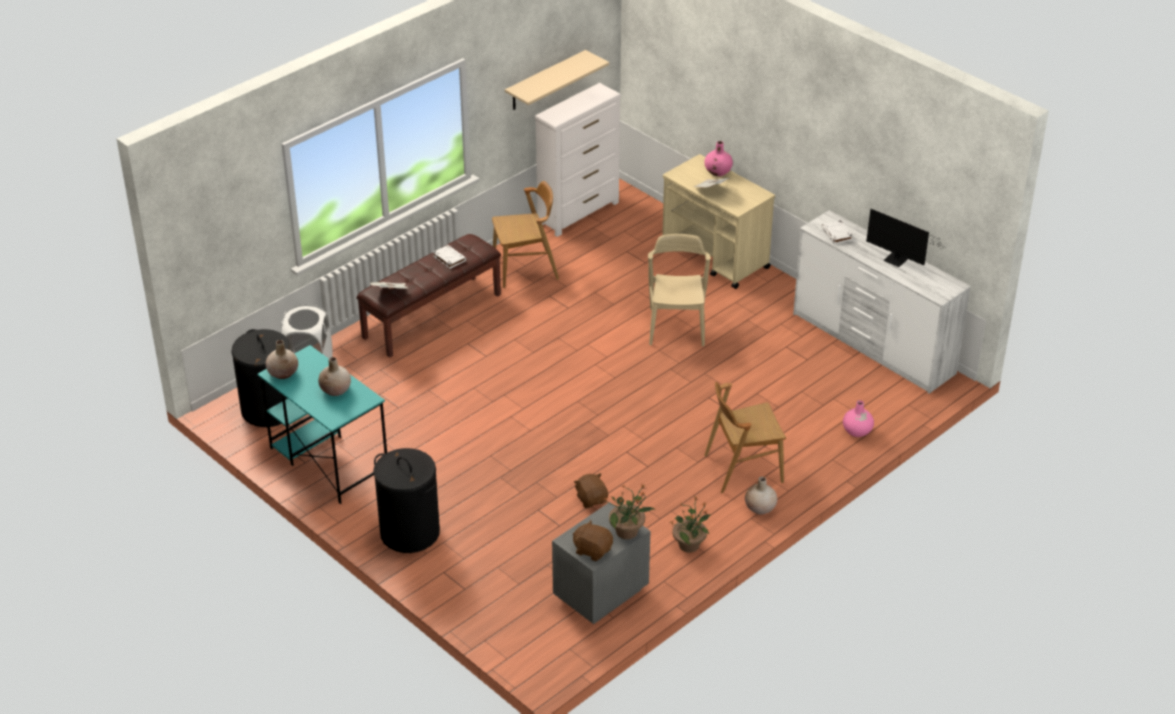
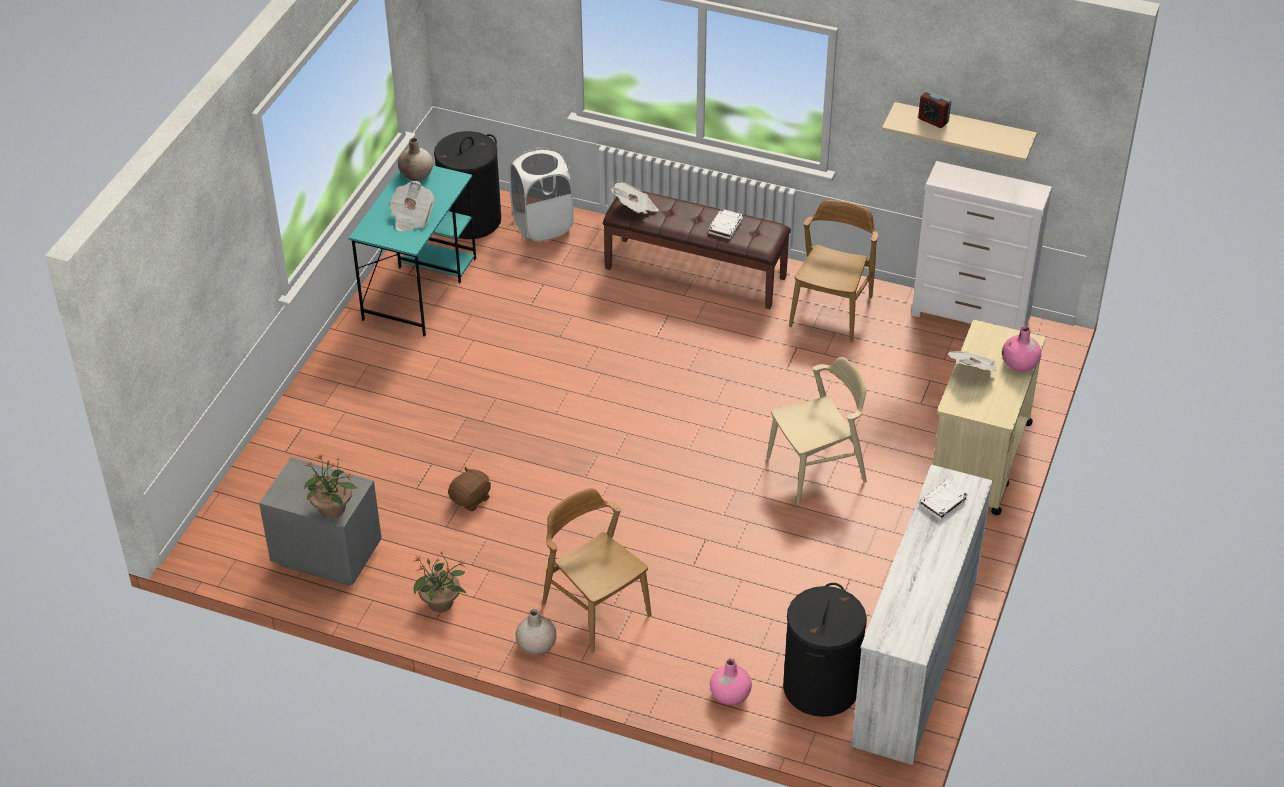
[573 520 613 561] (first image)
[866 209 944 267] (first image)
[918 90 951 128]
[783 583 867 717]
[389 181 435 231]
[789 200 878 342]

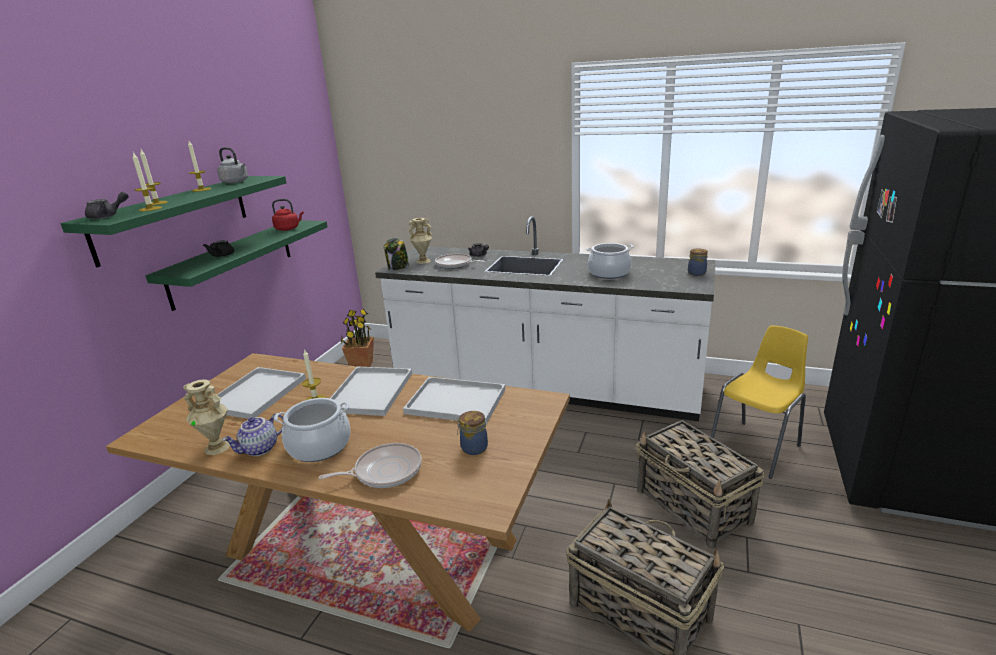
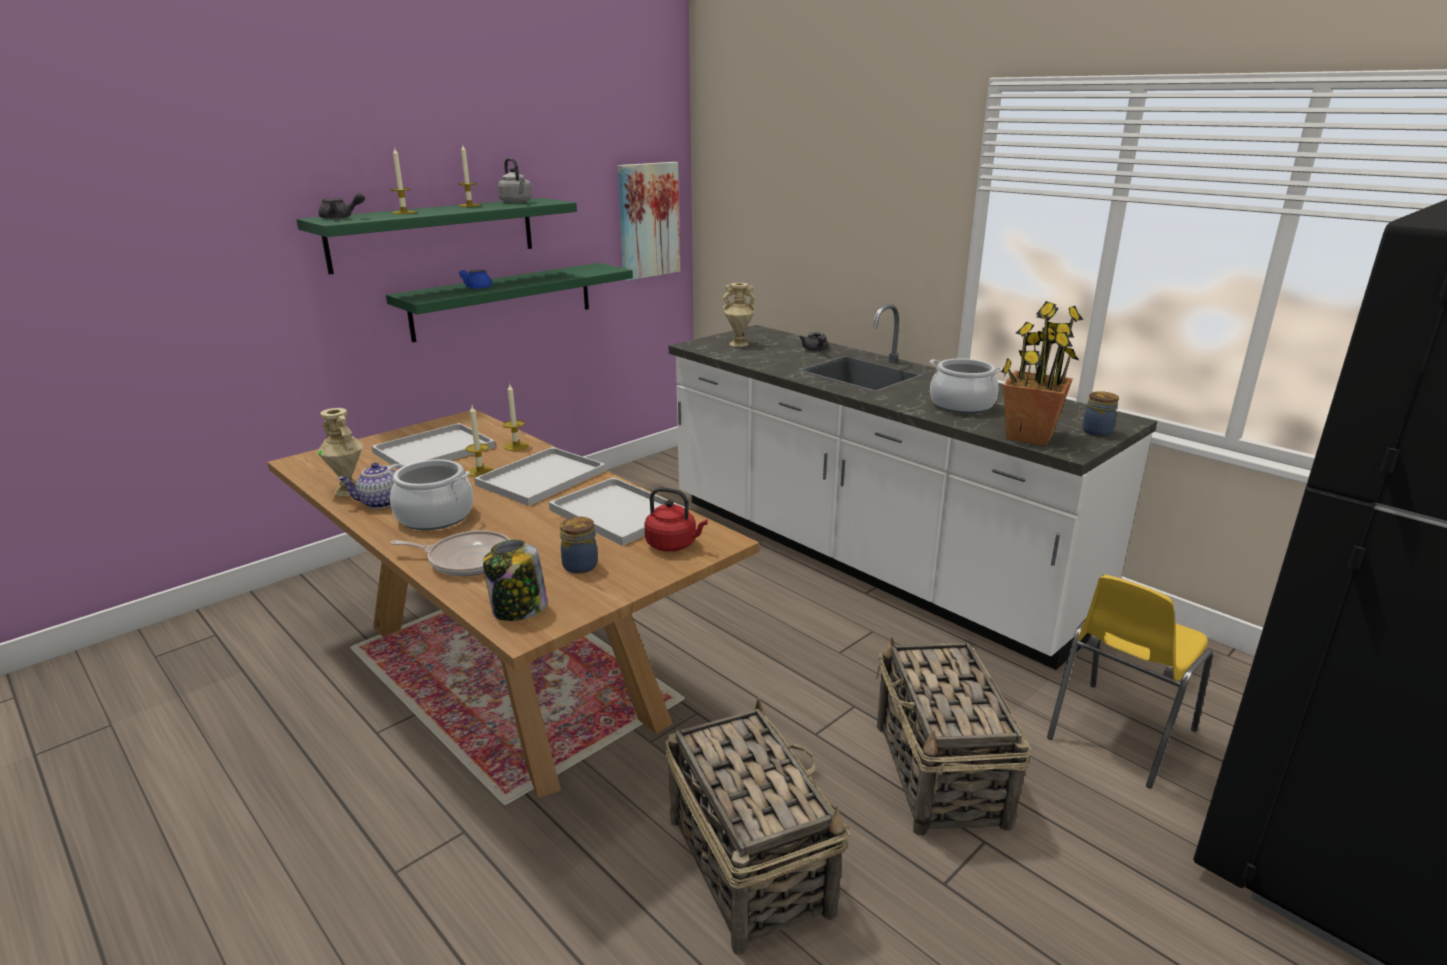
[435 254 486 269] (first image)
[618 162 680 281]
[503 383 529 451]
[644 488 708 552]
[1001 301 1084 446]
[483 540 547 621]
[459 270 492 289]
[1047 575 1213 789]

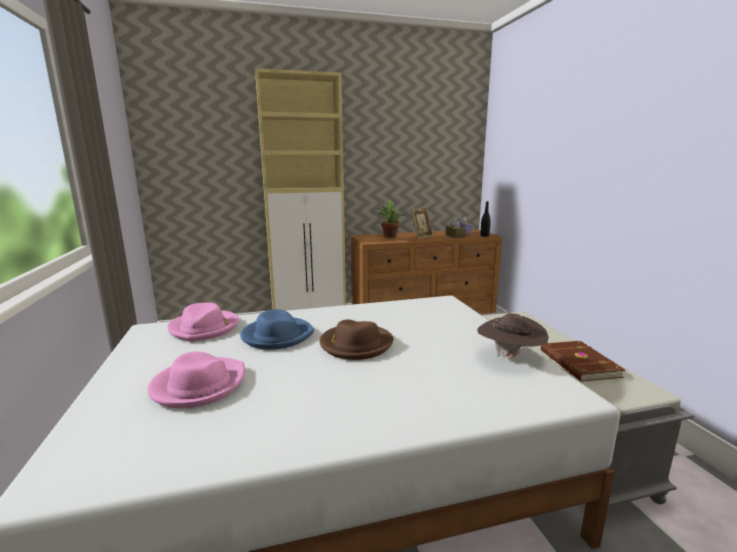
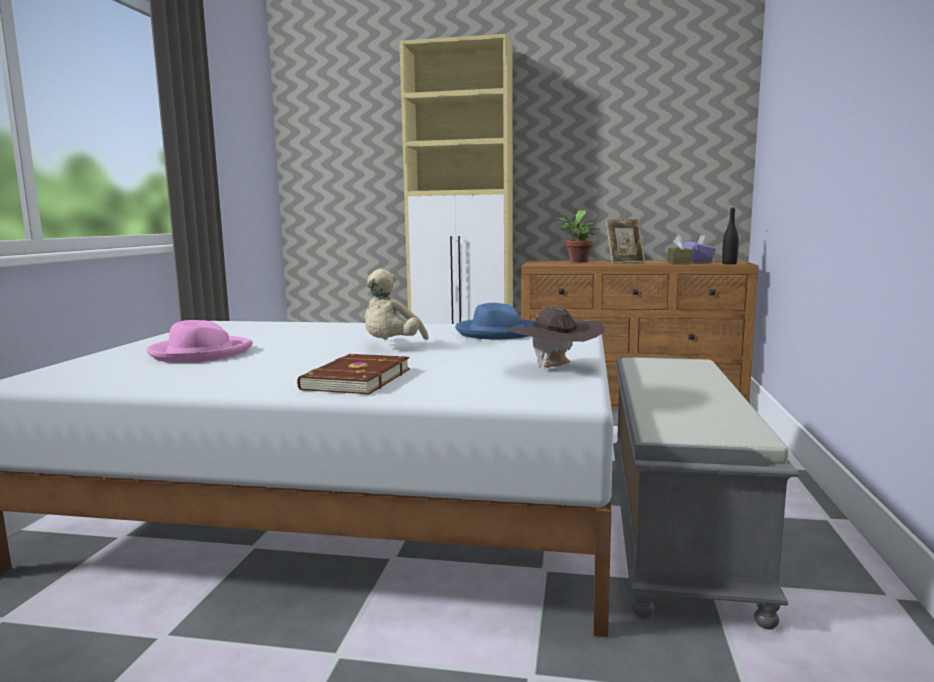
[167 303 239 342] (first image)
[455 303 533 339]
[297 354 410 394]
[365 269 429 340]

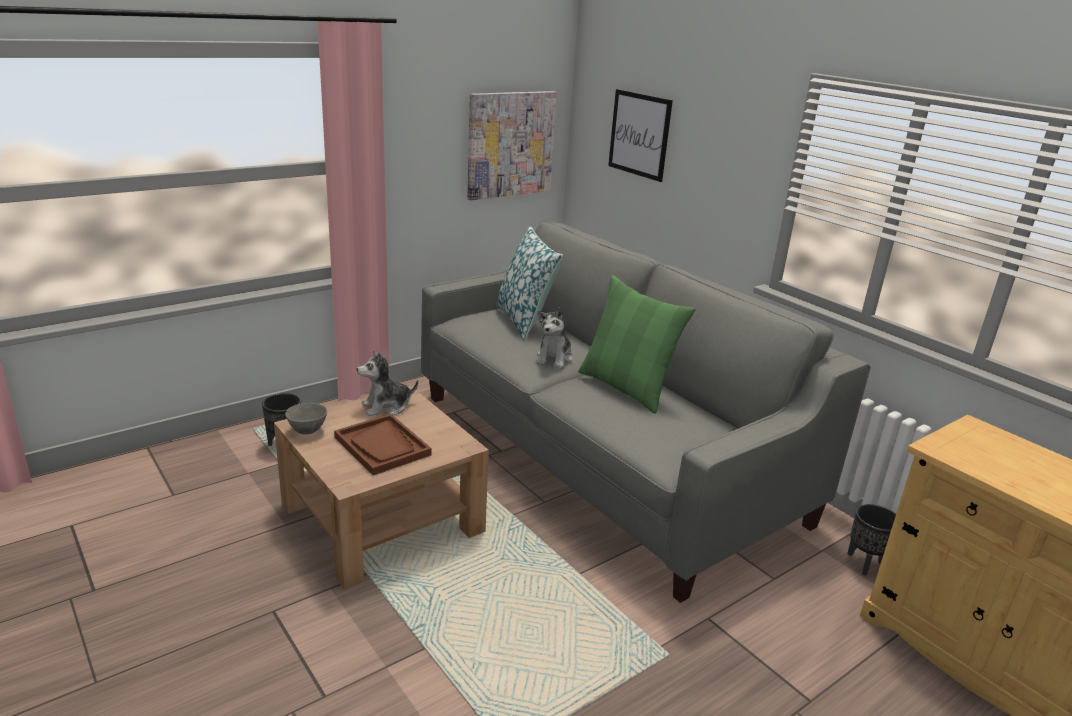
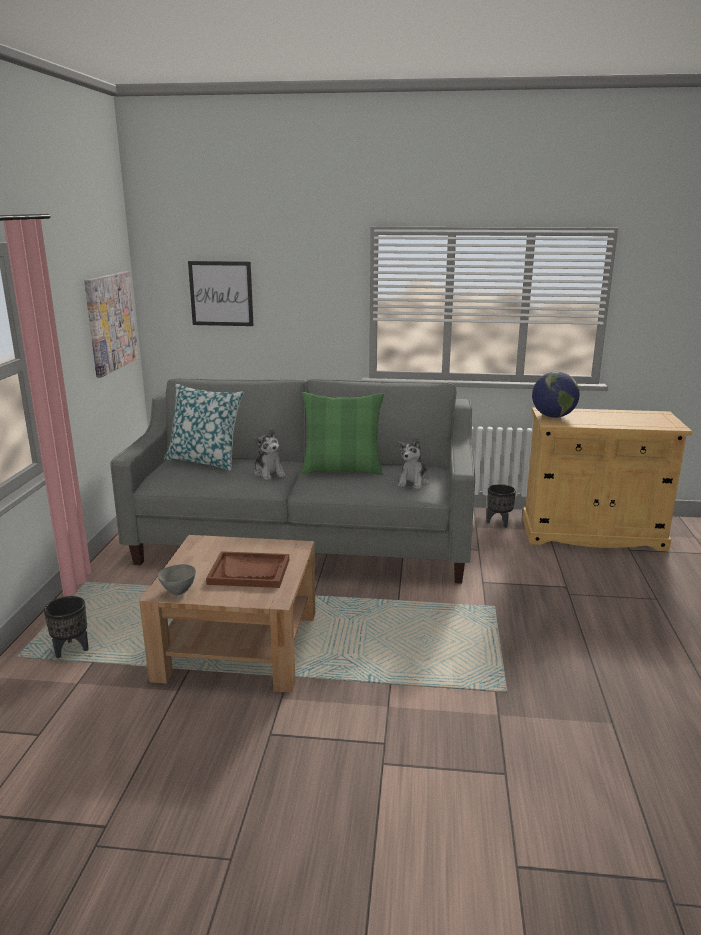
[532 371 580 418]
[398 437 429 489]

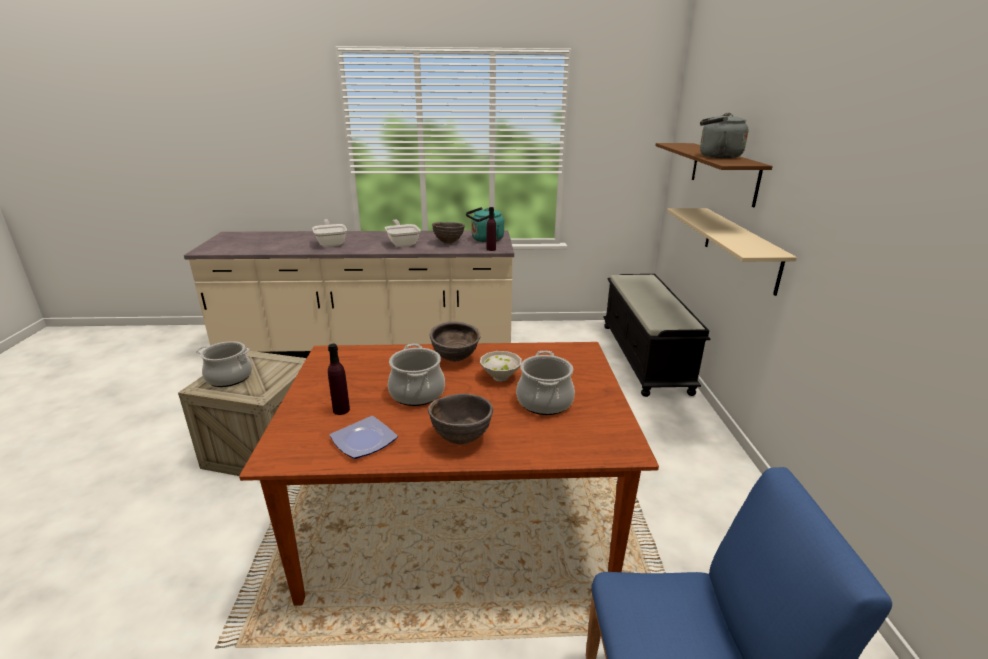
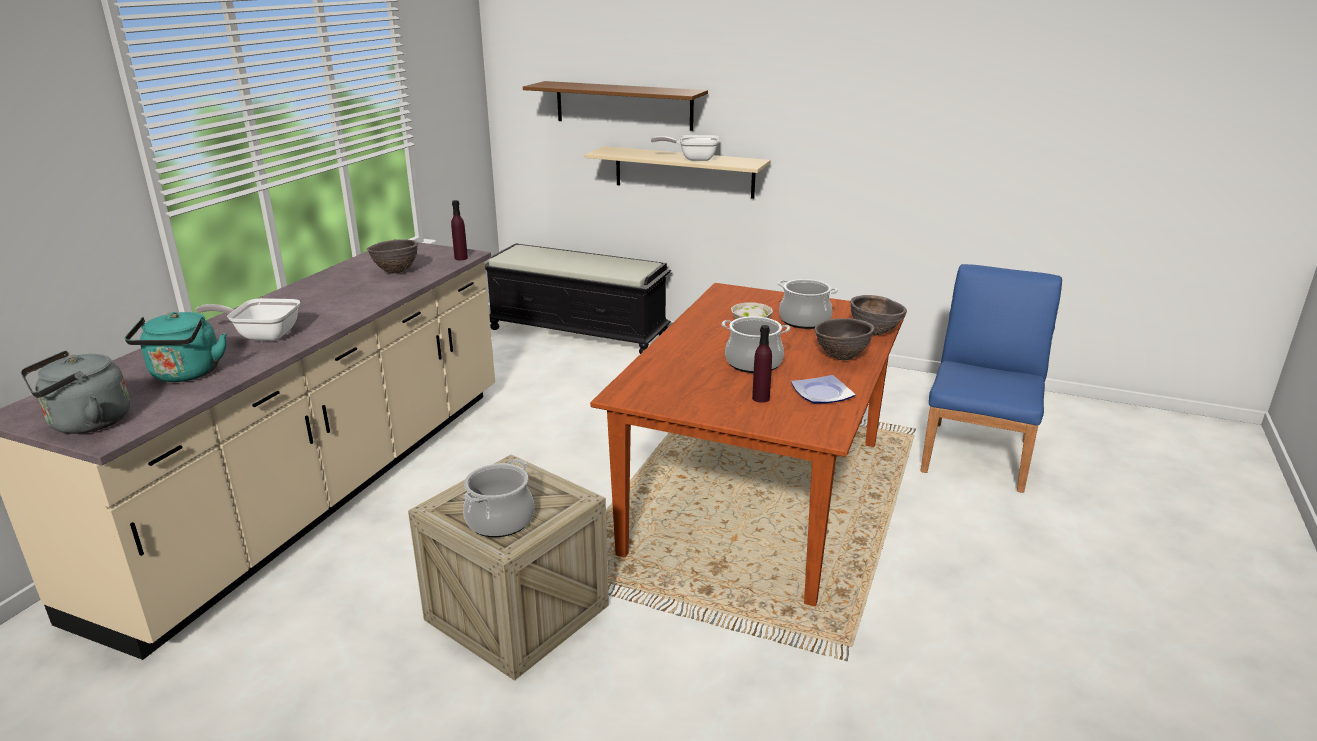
[651 135 719 161]
[850 295 906 335]
[125 312 227 382]
[21 351 130 434]

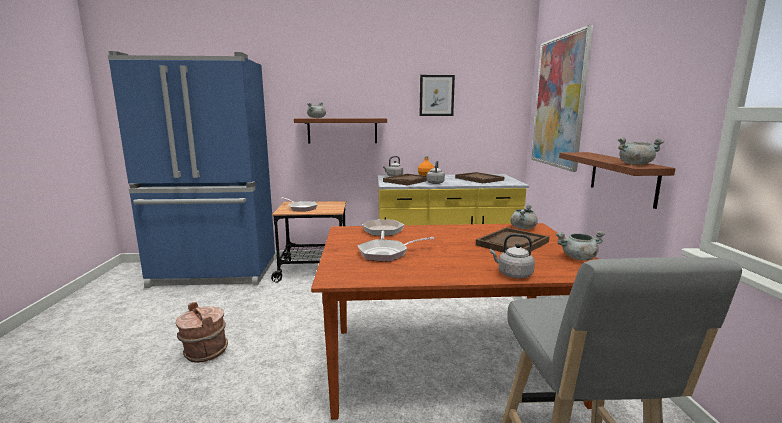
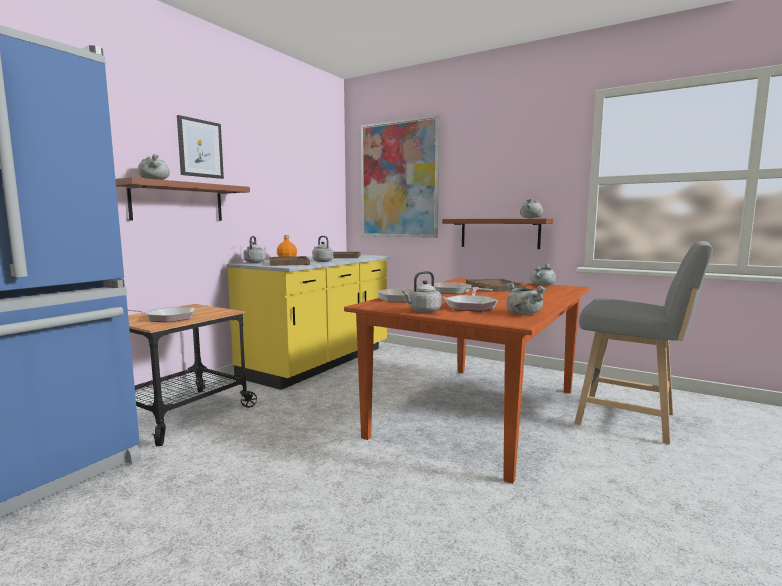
[176 302 228 363] (first image)
[429 282 492 294]
[177 115 224 179]
[402 271 441 313]
[506 282 546 315]

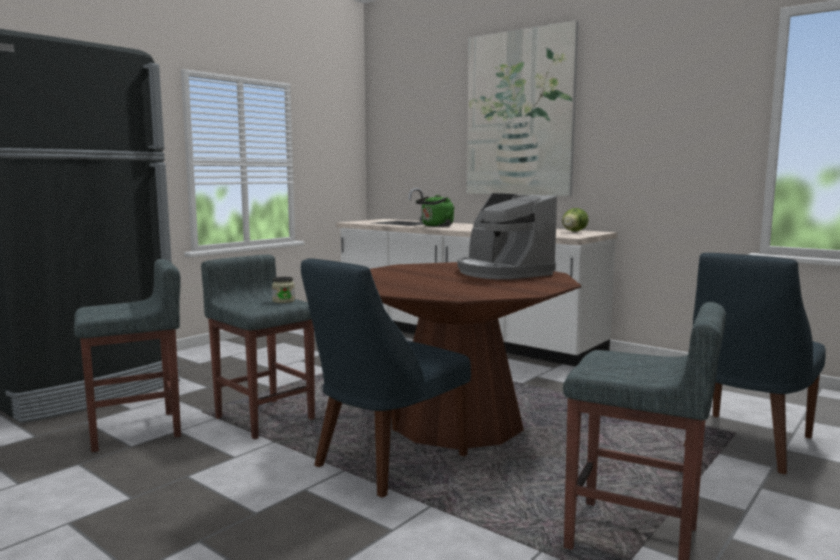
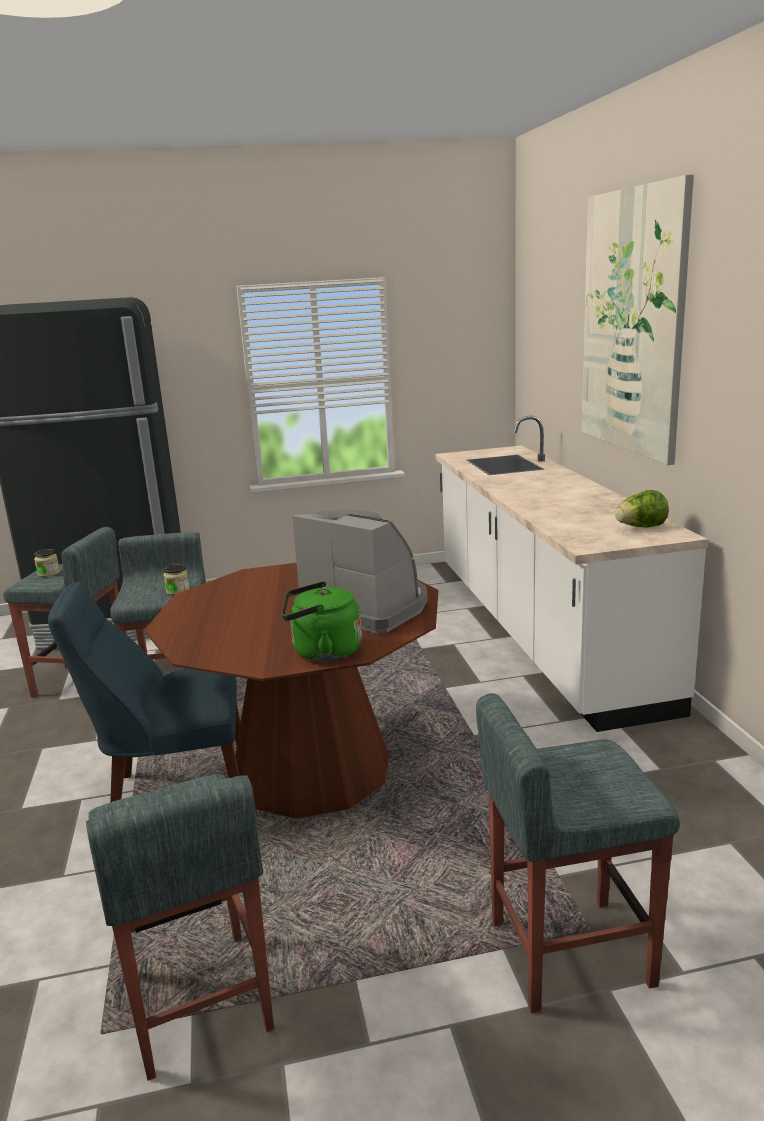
[34 549 60 577]
[282 581 362 662]
[476 693 680 1013]
[292 510 428 634]

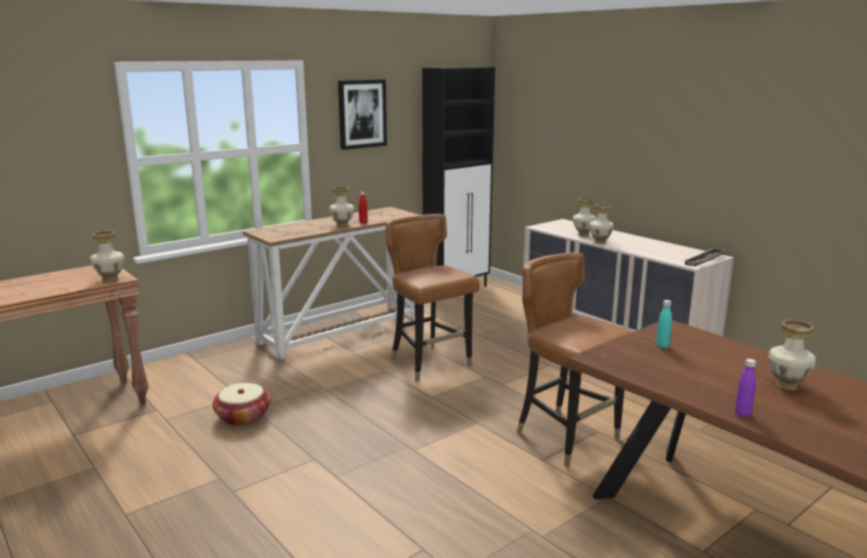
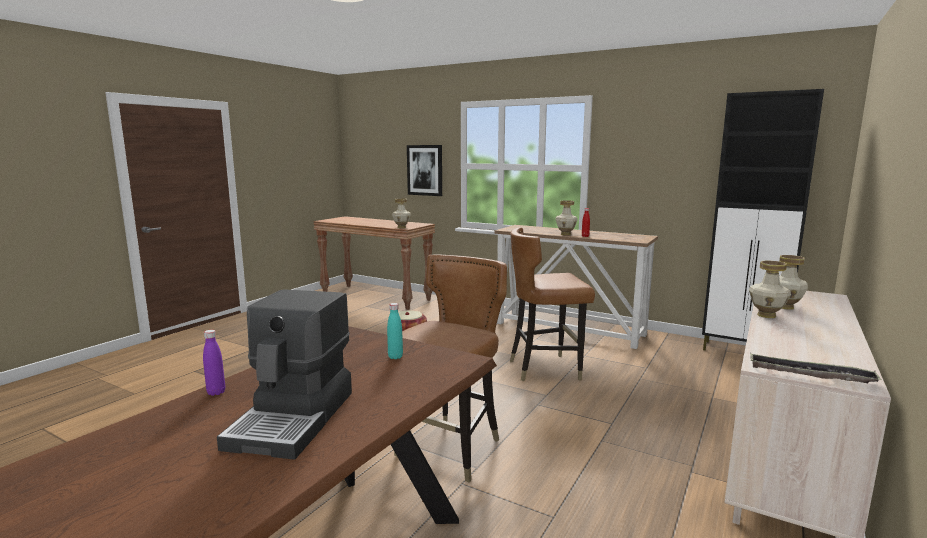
[407 145 442 196]
[217 289 352 460]
[510 228 595 381]

